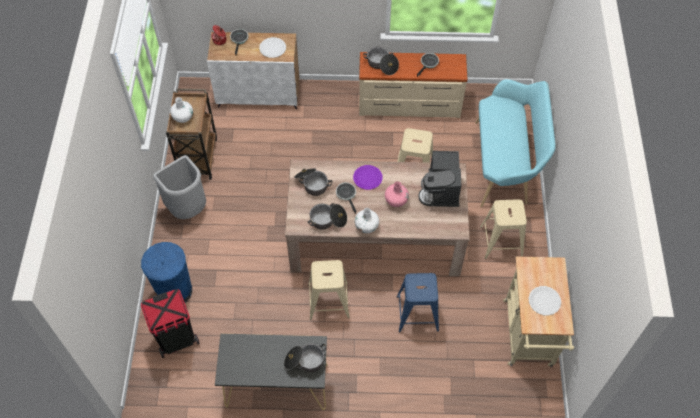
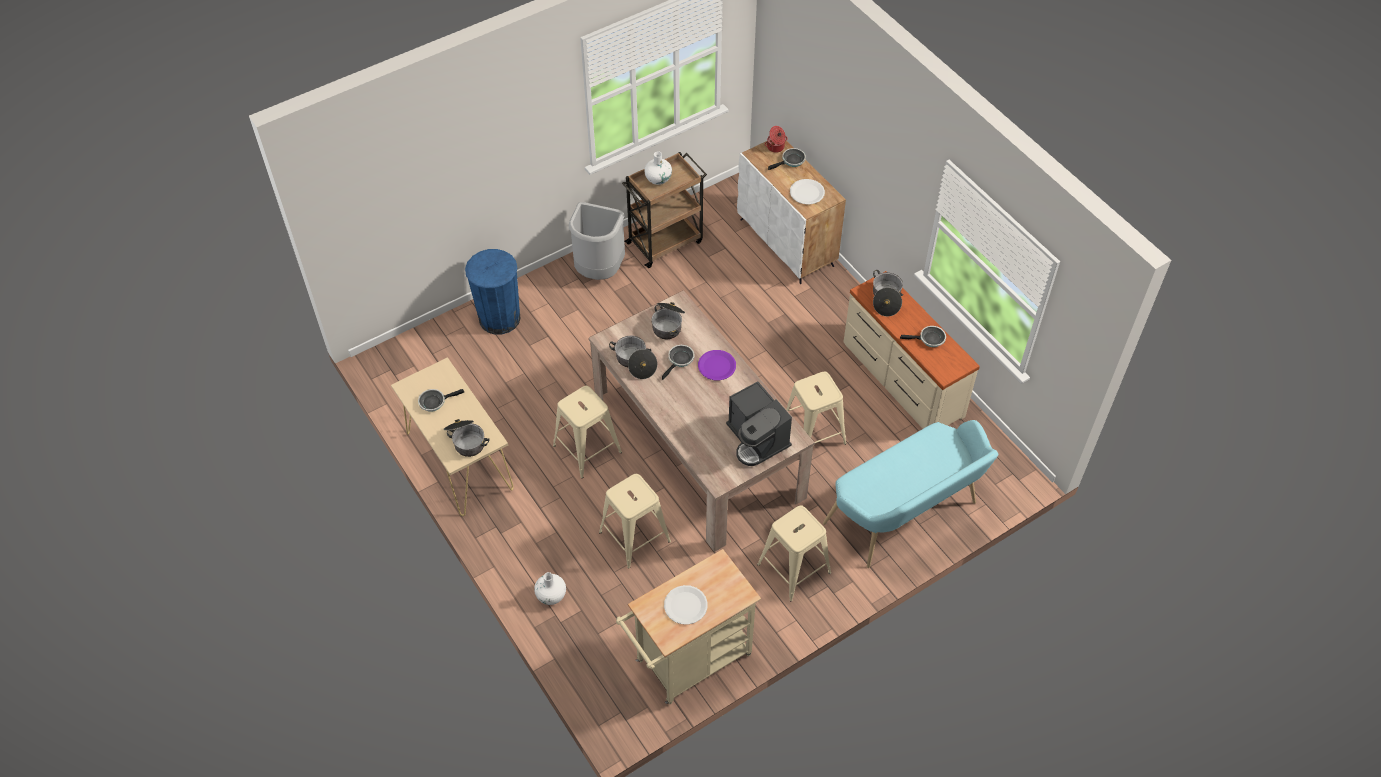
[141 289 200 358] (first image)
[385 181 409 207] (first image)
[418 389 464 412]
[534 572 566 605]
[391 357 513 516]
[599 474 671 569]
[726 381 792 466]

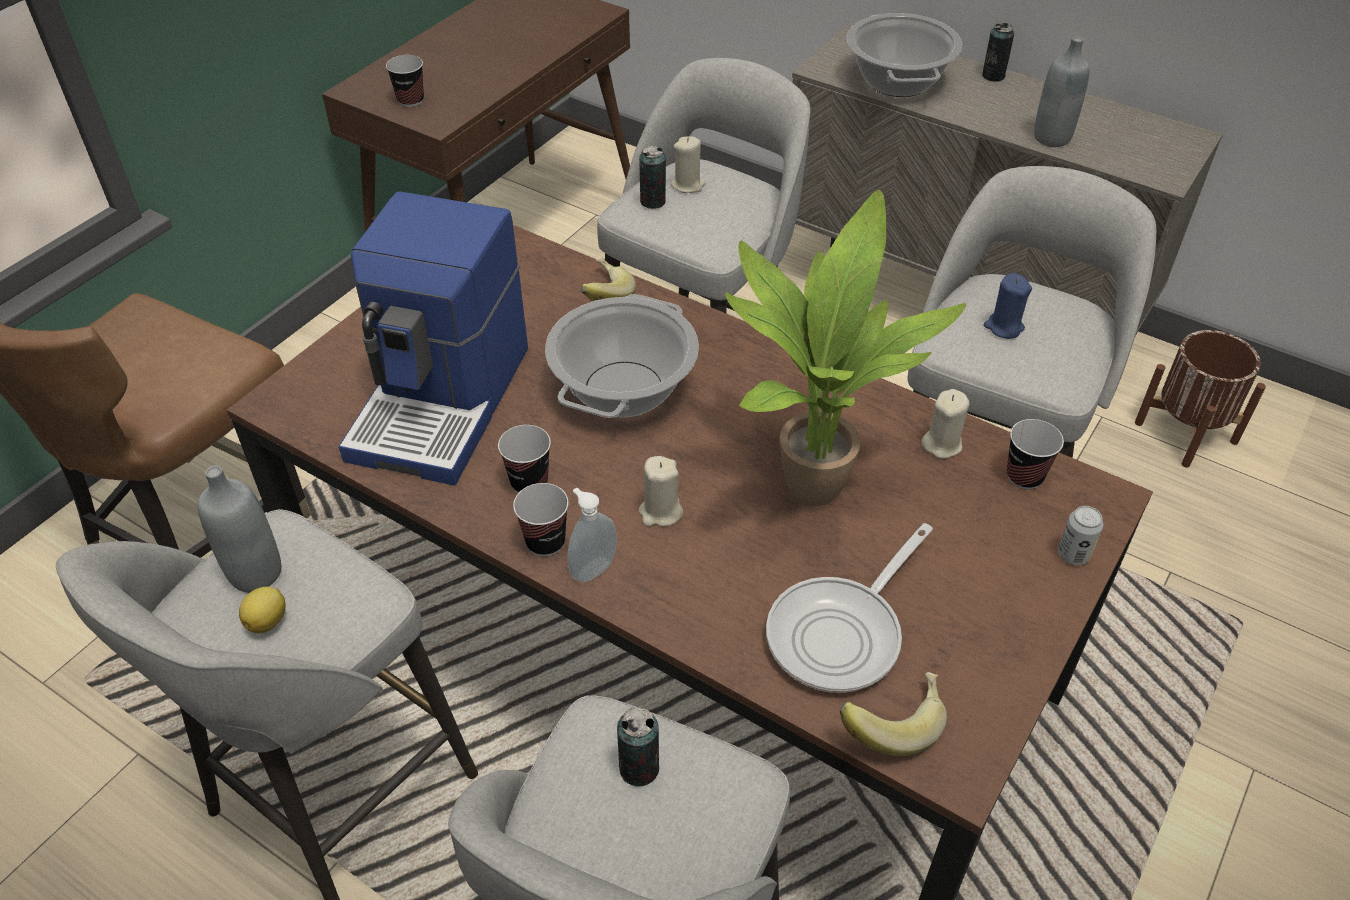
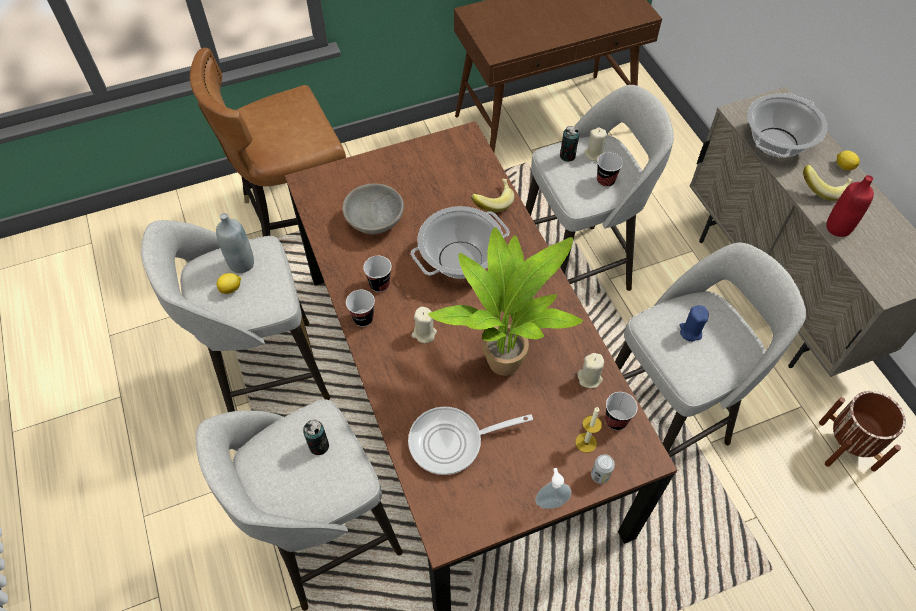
[576 407 602 453]
[597 152 623 187]
[535 468 571 509]
[803 165 853 201]
[343 184 404 234]
[837 150 860 171]
[826 175 874 237]

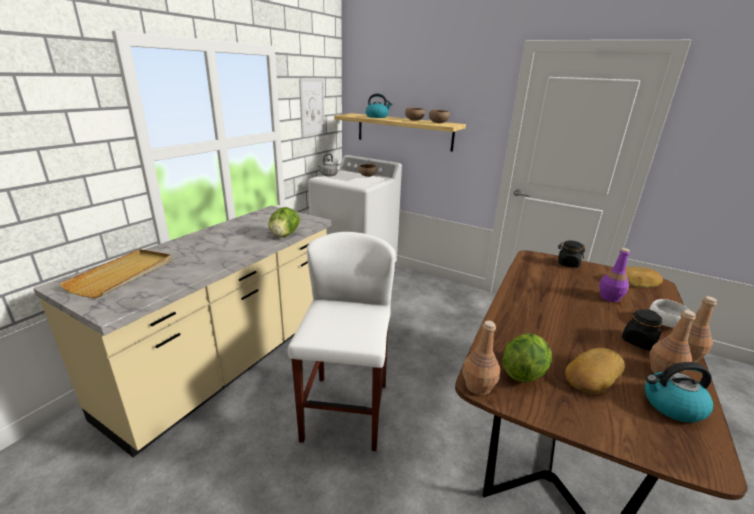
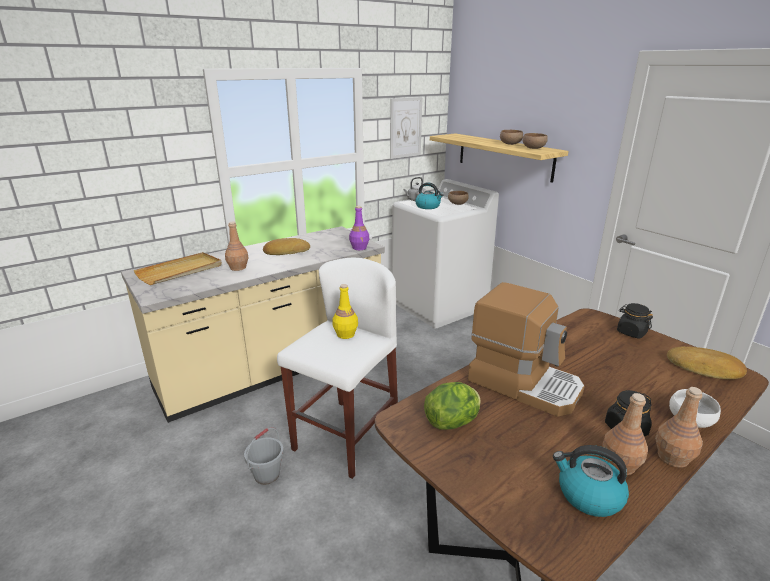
[268 207 300 237] (first image)
[244 427 284 485]
[333 284 358 339]
[468 282 585 417]
[415 182 444 209]
[225 221 248 271]
[263 238 310 255]
[349 206 369 250]

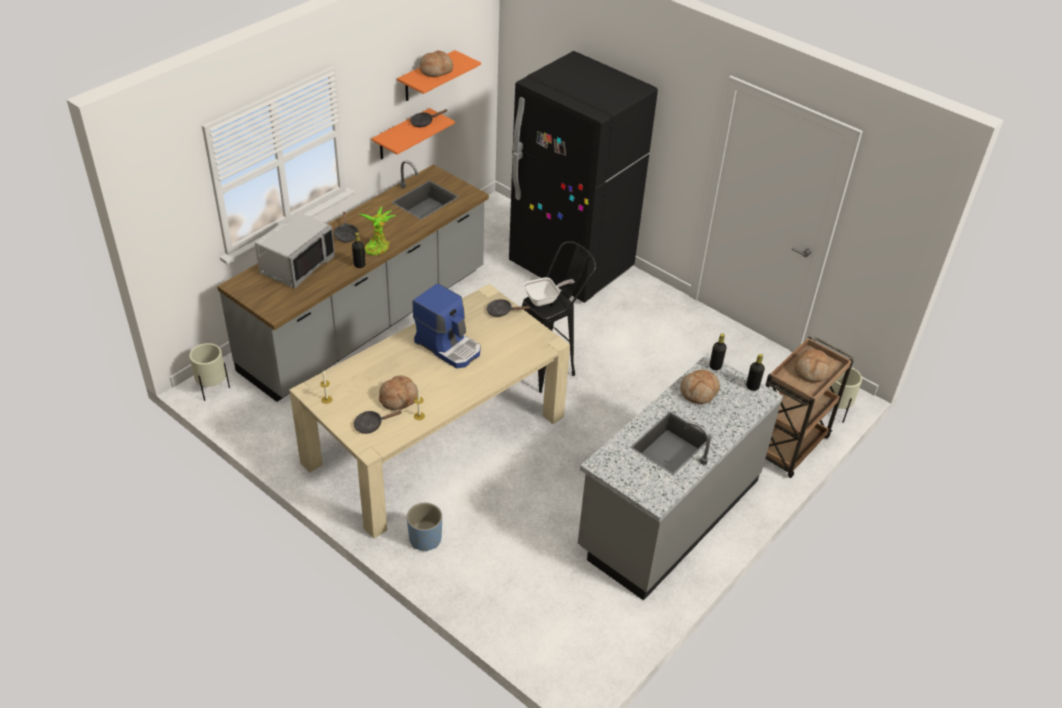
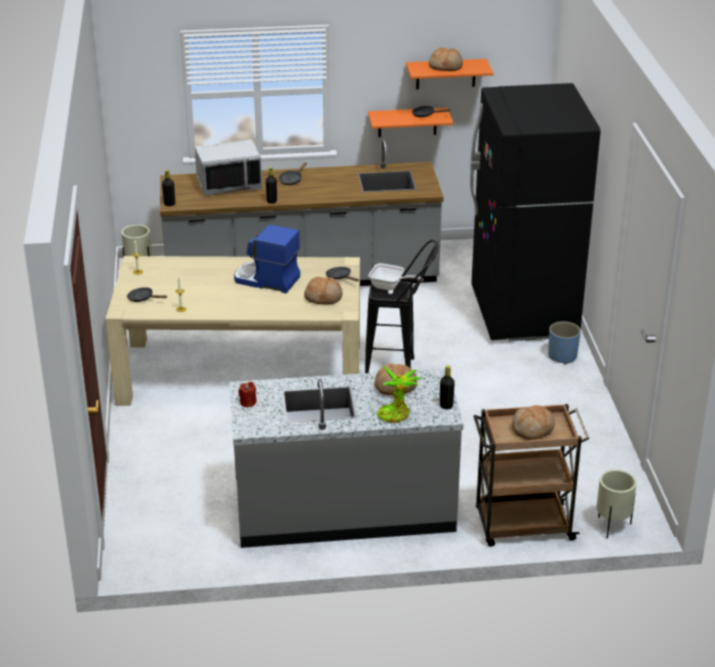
[238 382 257 408]
[377 366 422 423]
[304 277 342 304]
[548 321 581 364]
[162 170 175 206]
[234 225 300 293]

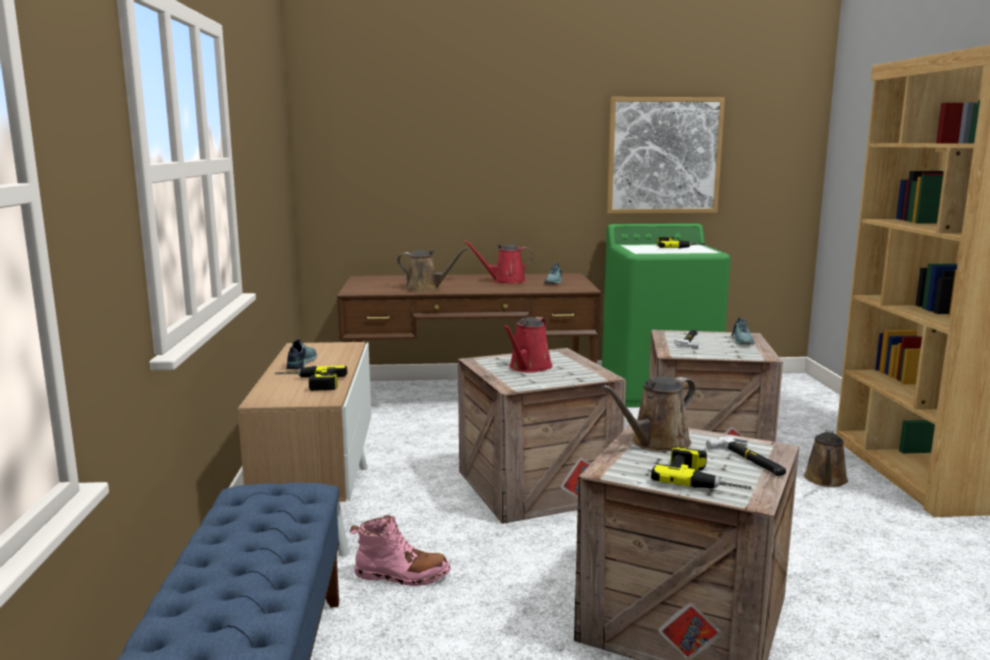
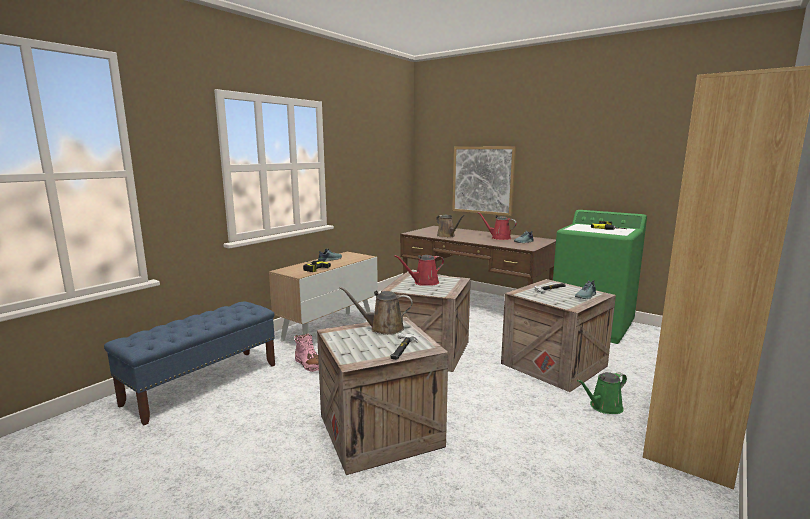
[651 447 751 489] (first image)
[452 146 516 216]
[577 372 627 414]

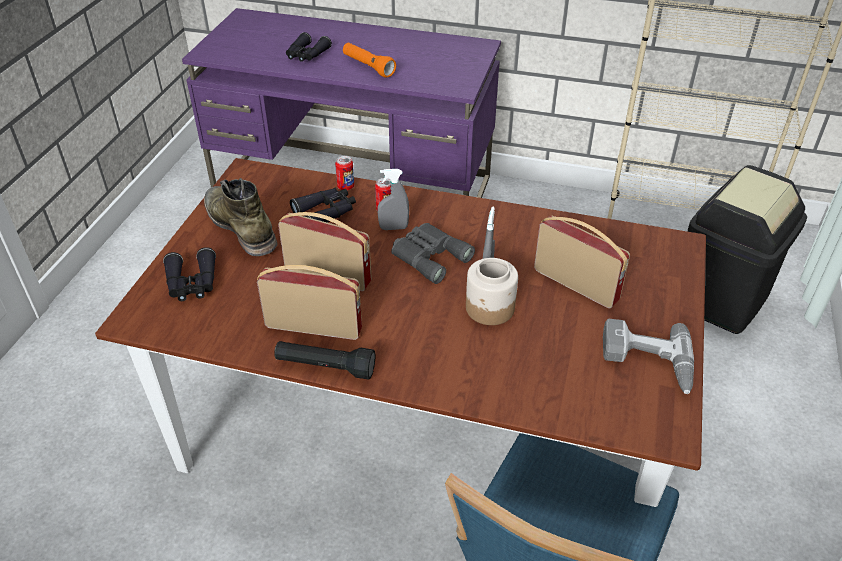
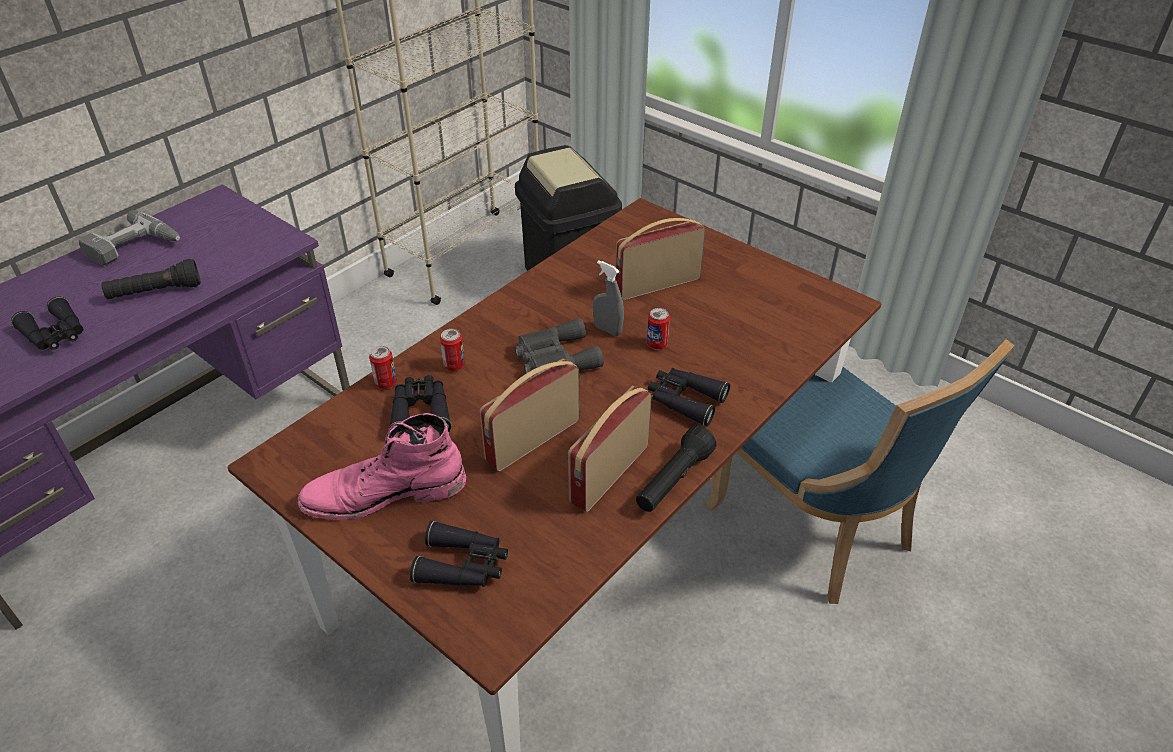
[377 169 409 230] (first image)
[648 368 730 427]
[79 210 180 265]
[647 308 670 349]
[297 413 466 520]
[101 259 201 299]

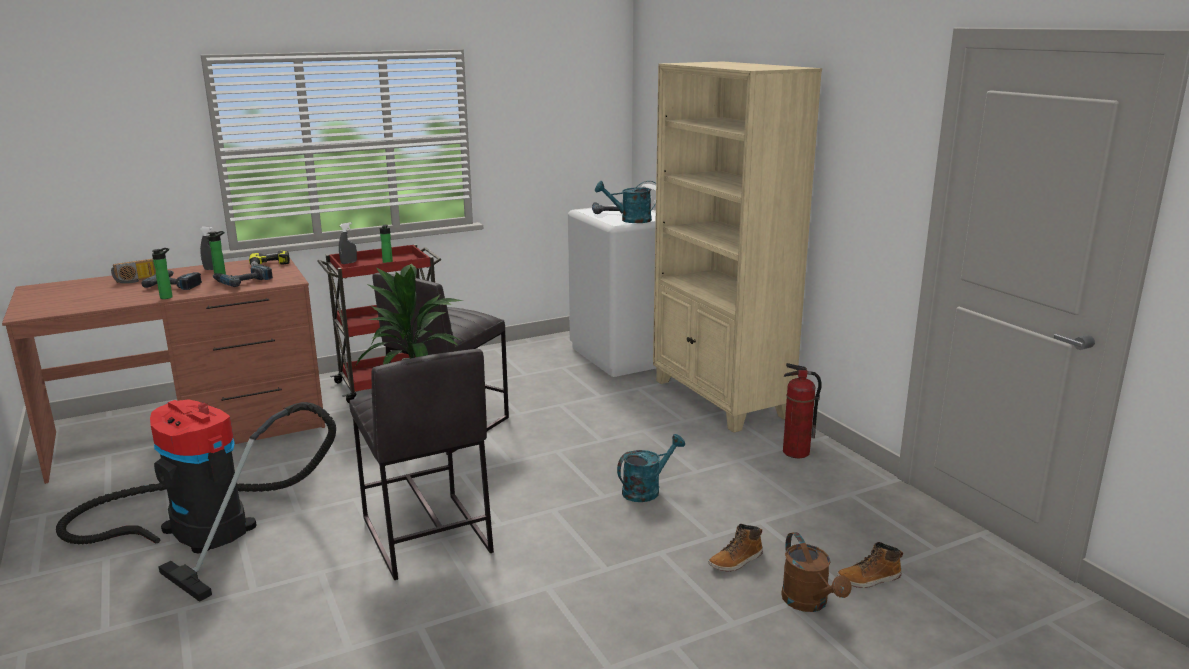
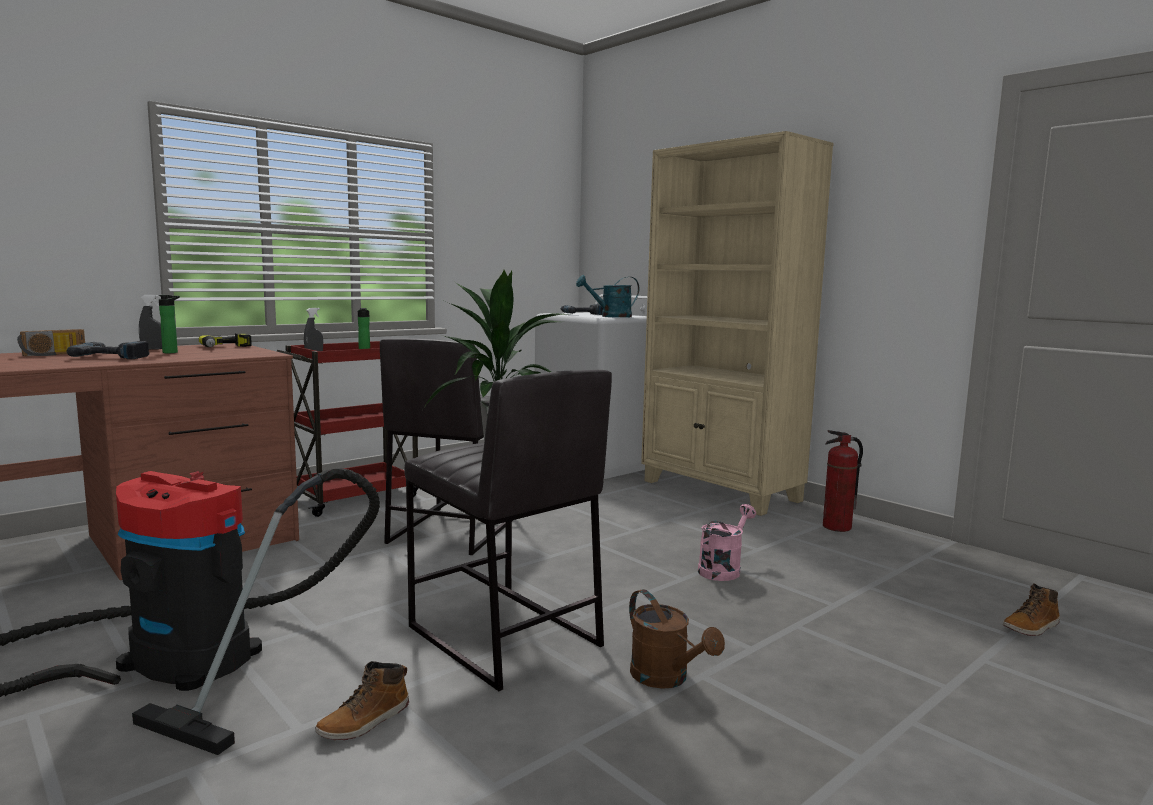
[152 248 173 299] (first image)
[213 264 273 287] (first image)
[315 661 409 740]
[629 589 725 689]
[698 504 756 581]

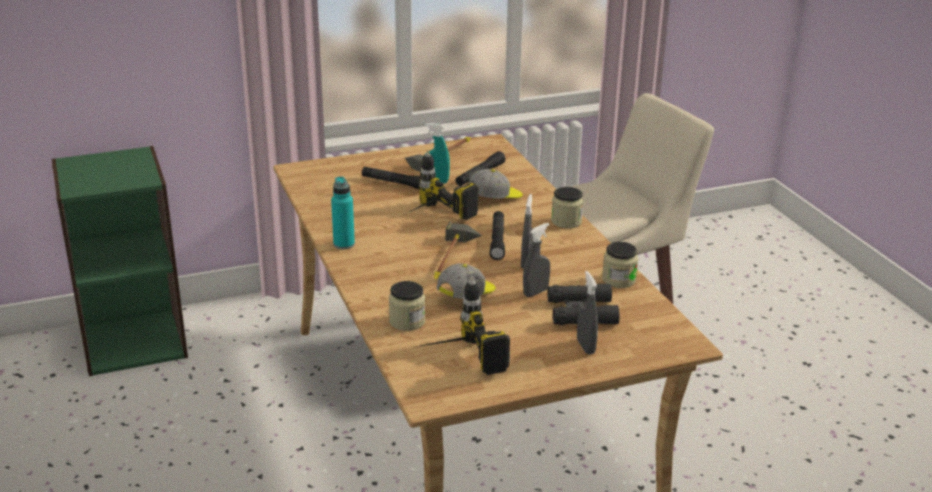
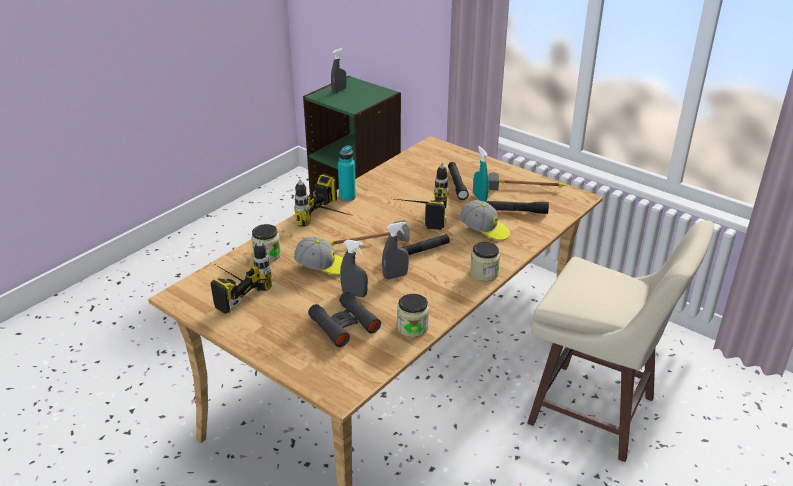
[294 174 349 227]
[331 48 347 93]

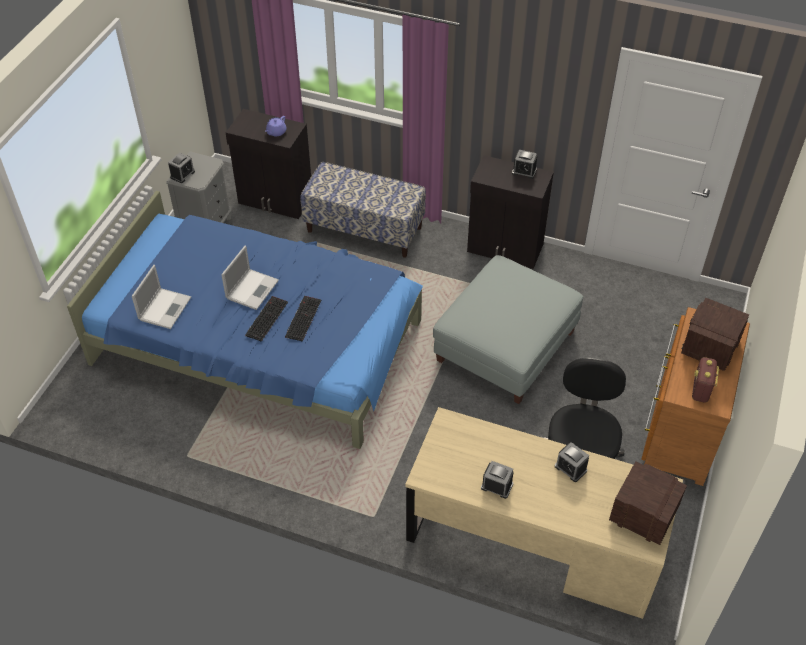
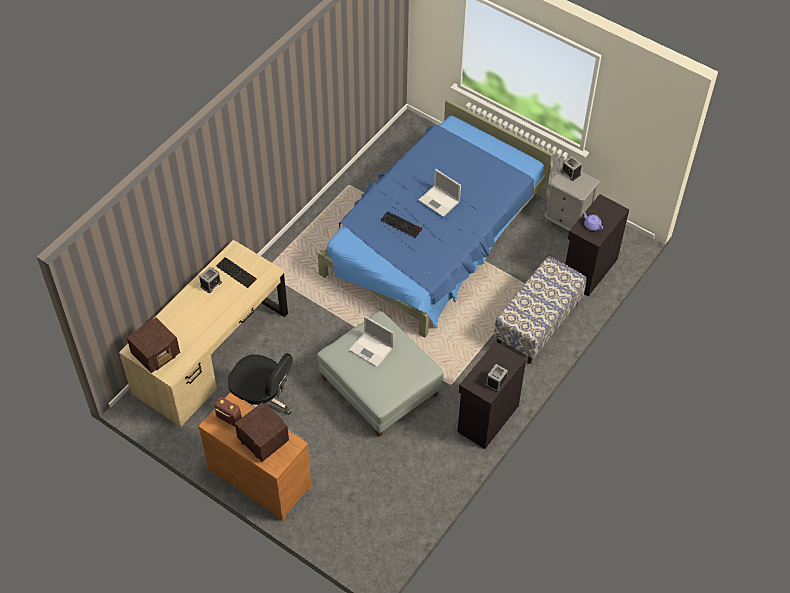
[555 442 589 482] (first image)
[349 316 394 367]
[216 257 257 288]

